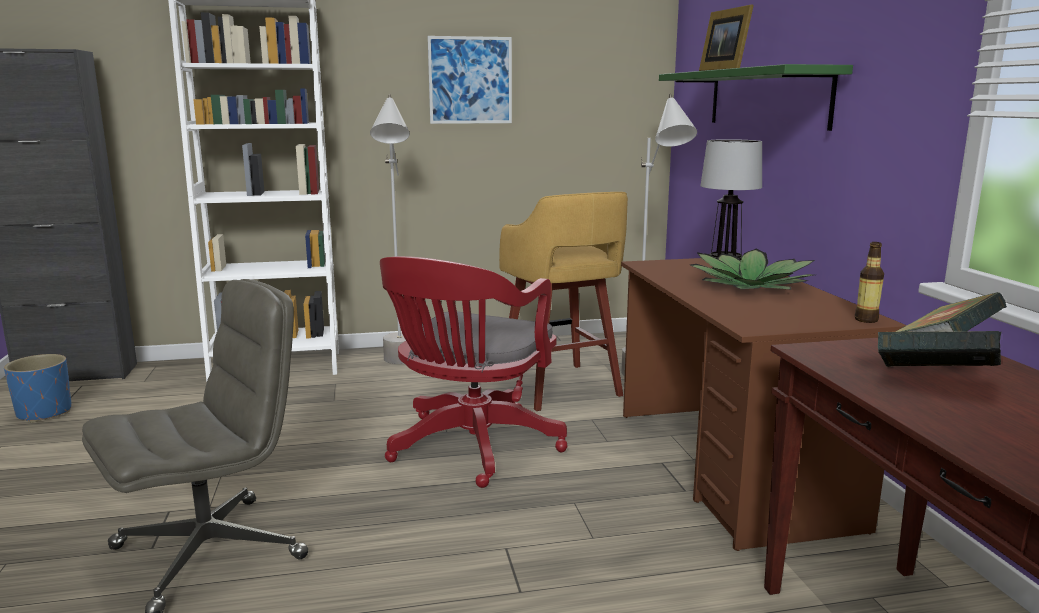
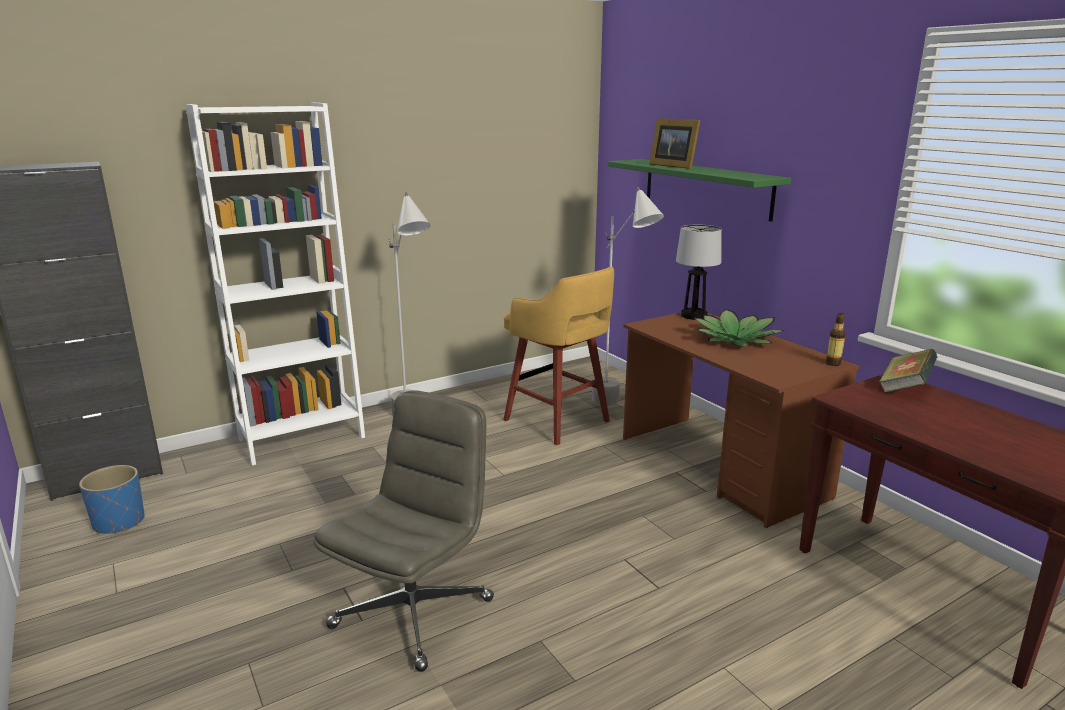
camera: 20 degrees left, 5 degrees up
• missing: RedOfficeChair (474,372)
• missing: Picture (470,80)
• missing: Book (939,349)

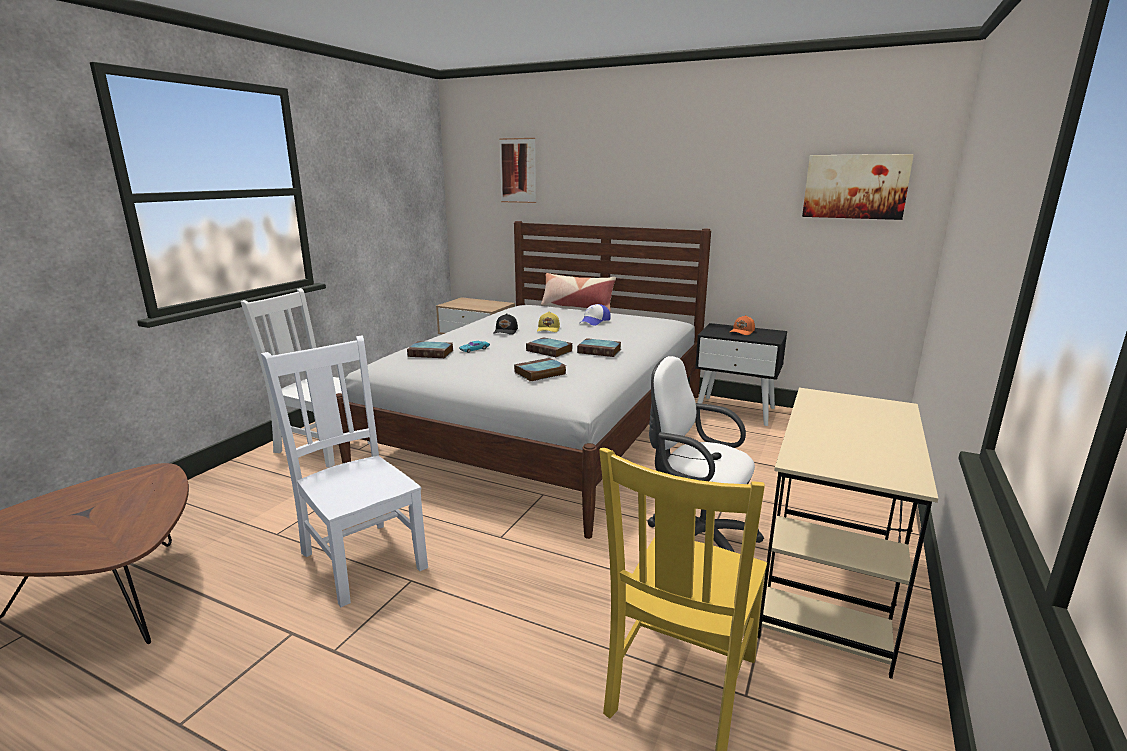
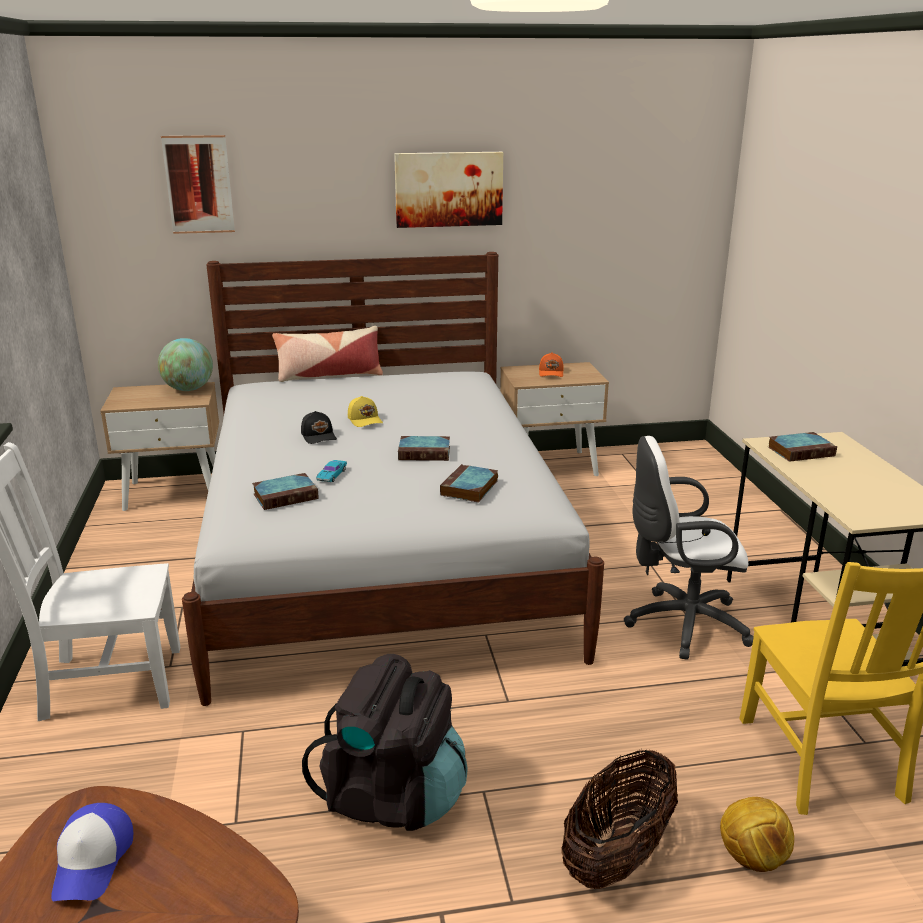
camera: 35 degrees left, 5 degrees up
• exchanged: WhiteChair (344,471) to BlackBackpack (385,742)
• relocated: Book (599,347) to (802,447)
• relocated: Cap (596,315) to (92,852)
• colour: BlackNightstand (741,374) to BeigeNightstand (554,419)
• relocated: Picture (858,187) to (448,190)
• appeared: Globe (185,364)
• appeared: Basket (620,819)
• appeared: Football (757,834)

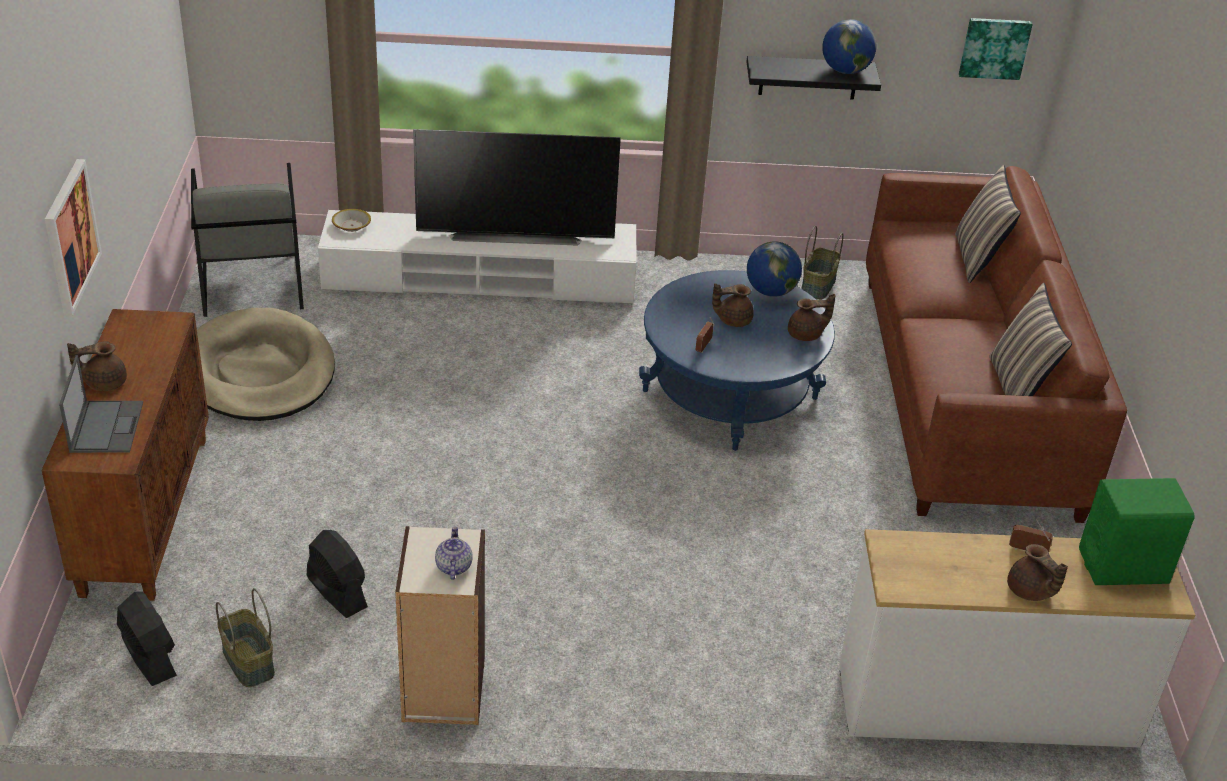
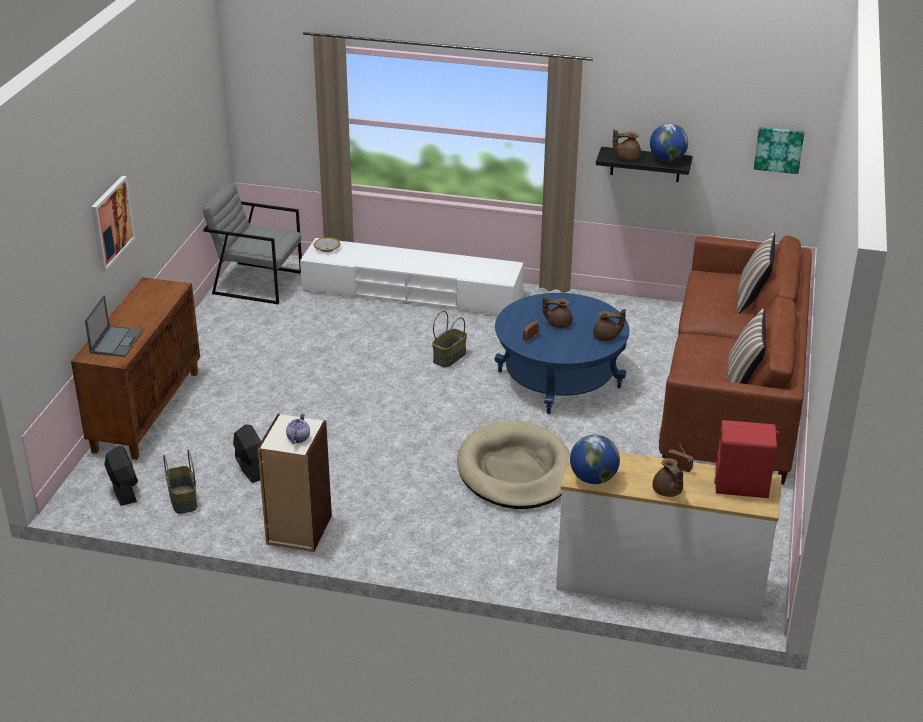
camera: 15 degrees right, 5 degrees down
• relocated: BrownTeapot (97,366) to (627,144)
• spun: GreyArmchair (247,240) = (252,243) 105 degrees clockwise
• relocated: BeigeDogBed (266,364) to (513,464)
• missing: Television (517,187)
• relocated: Globe (774,269) to (595,459)
• relocated: Basket (822,263) to (449,339)
• colour: GreenSpeaker (1137,531) to RedSpeaker (746,459)

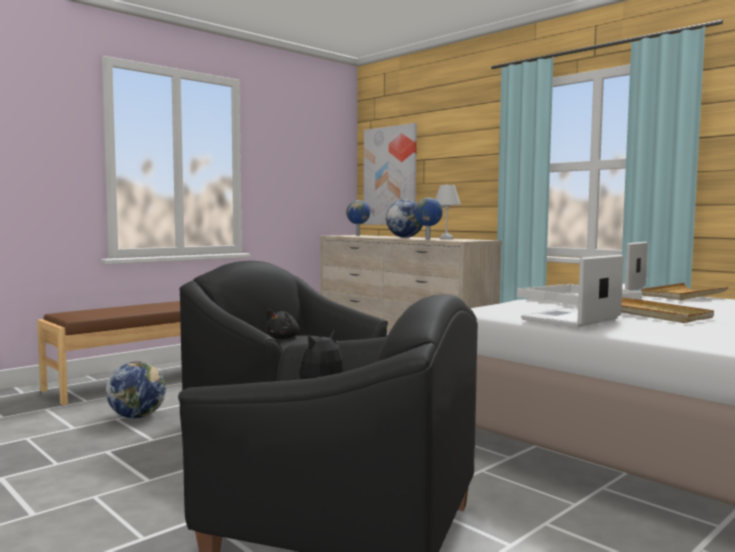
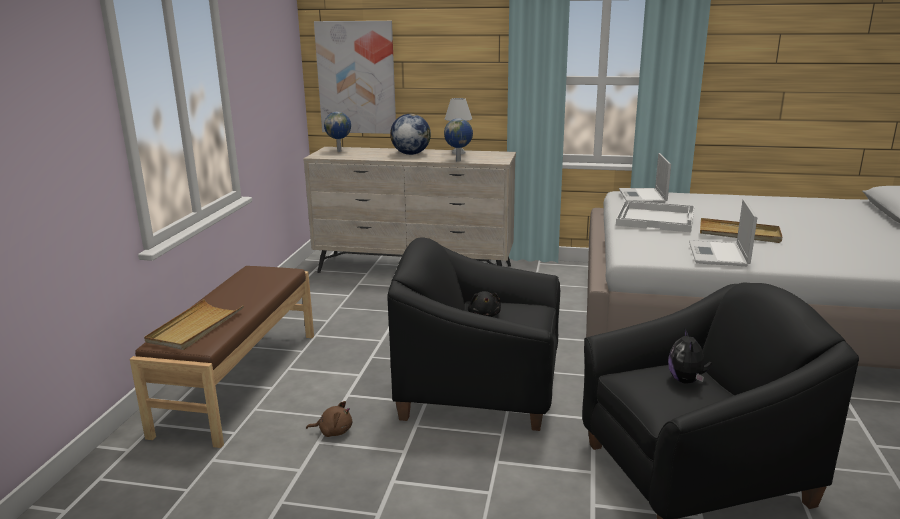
camera: 35 degrees left, 15 degrees up
• exchanged: Globe (136,390) to BrownPlushToy (329,419)
• relocated: BeigeTray (684,291) to (194,324)

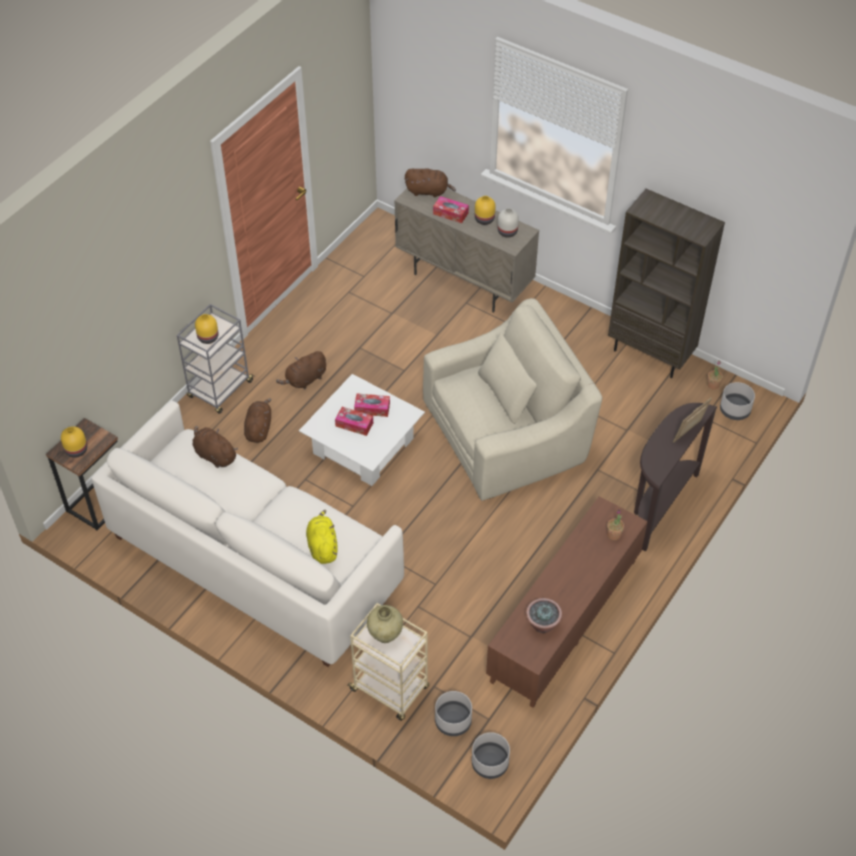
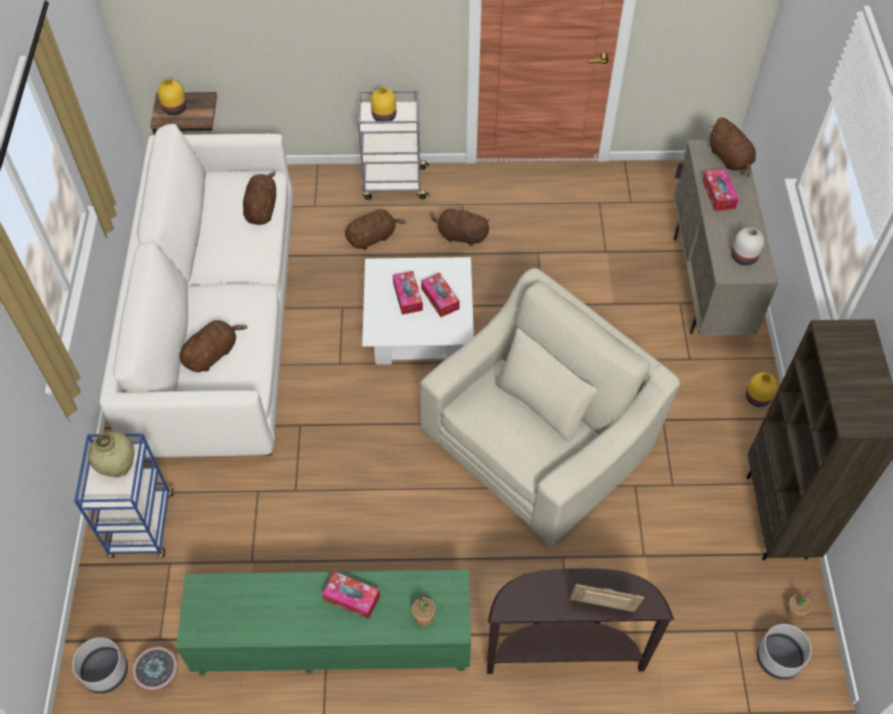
camera: 55 degrees right, 5 degrees up
• colour: YellowPlushToy (322,537) to BrownPlushToy (214,346)
• colour: BeigeCart (388,662) to BlueCart (124,496)
• spun: BeigeArmchair (512,399) = (550,407) 75 degrees counterclockwise
• missing: GreyPlanter (453,713)
• relocated: YellowVase (485,210) to (761,389)
• colour: BrownTvStand (567,602) to GreenTvStand (323,622)
• relocated: PottedPlant (544,615) to (155,668)
• appeared: TissueBox (351,595)

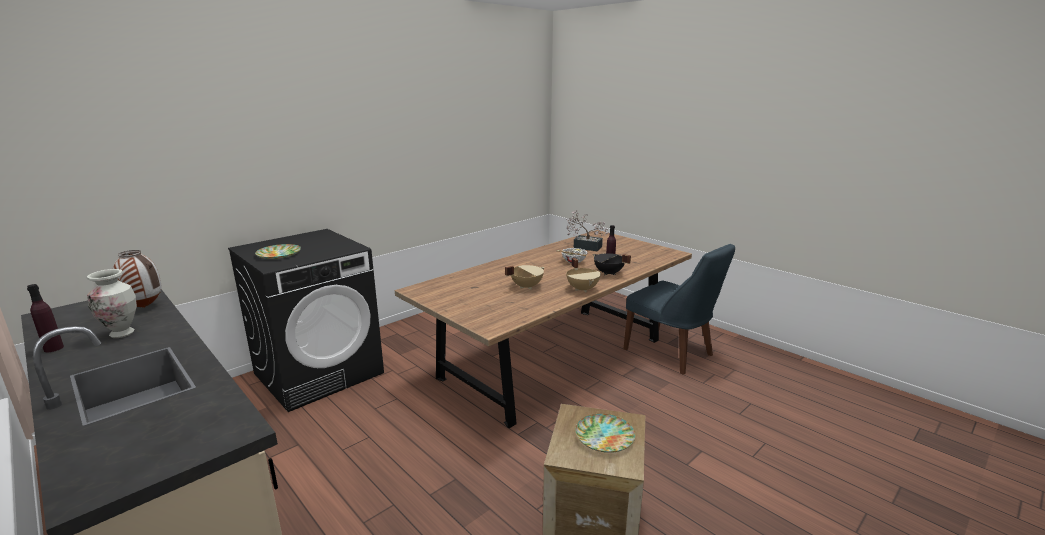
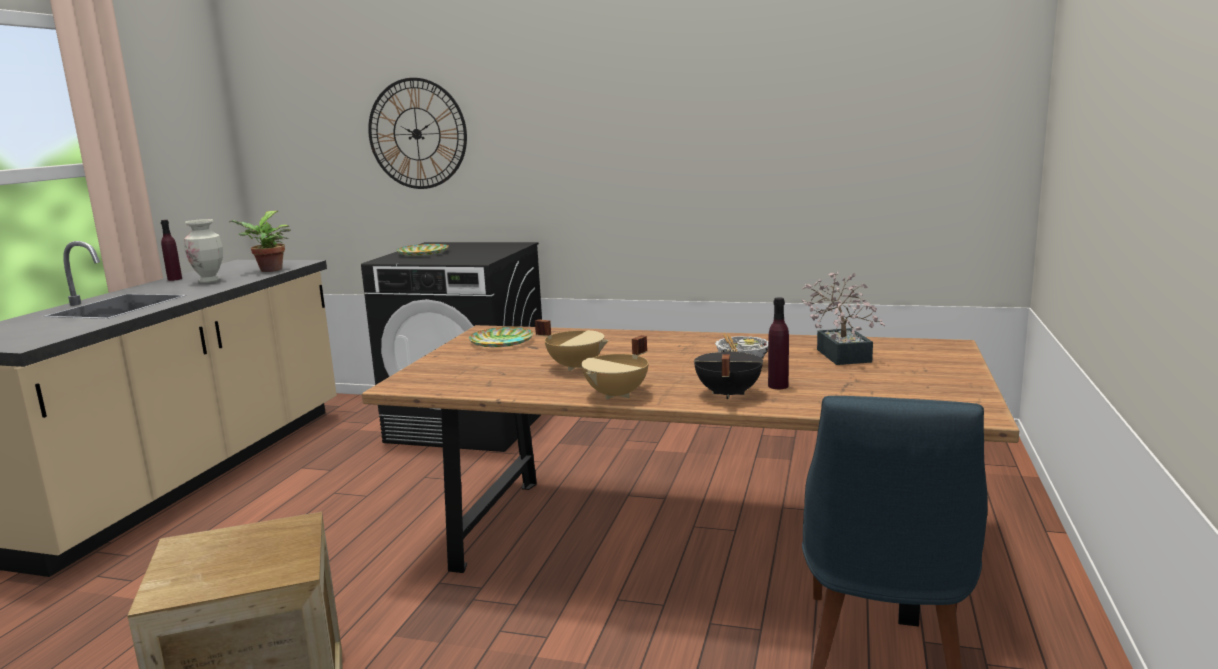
camera: 60 degrees right, 5 degrees down
• exchanged: Vase (137,279) to PottedPlant (259,241)
• relocated: Plate (605,433) to (501,337)
• appeared: WallClock (417,133)

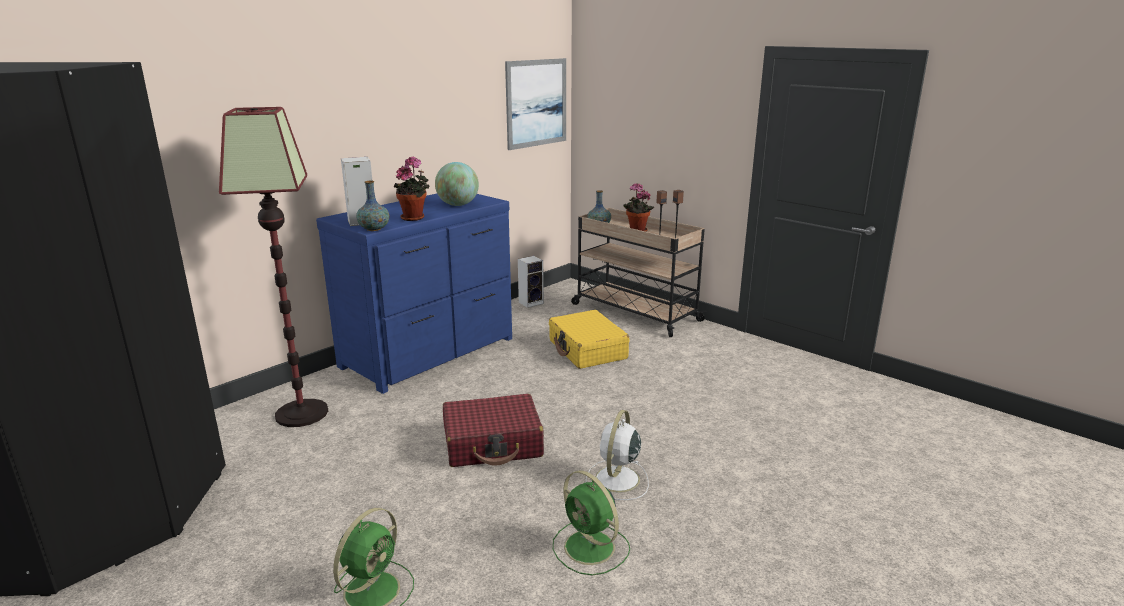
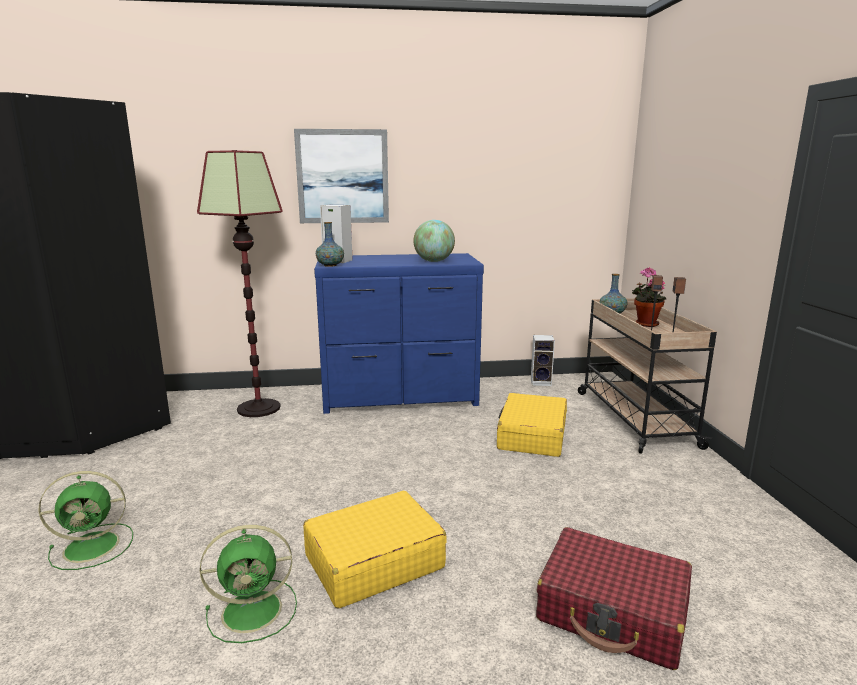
camera: 40 degrees right, 5 degrees down
• missing: PottedPlant (412,188)
• relocated: RedSuitcase (493,430) to (614,598)
• relocated: Picture (535,104) to (341,176)
• spun: GreenFan (591,522) = (248,584) 105 degrees counterclockwise
• exchanged: WhiteFan (617,455) to YellowSuitcase (375,550)

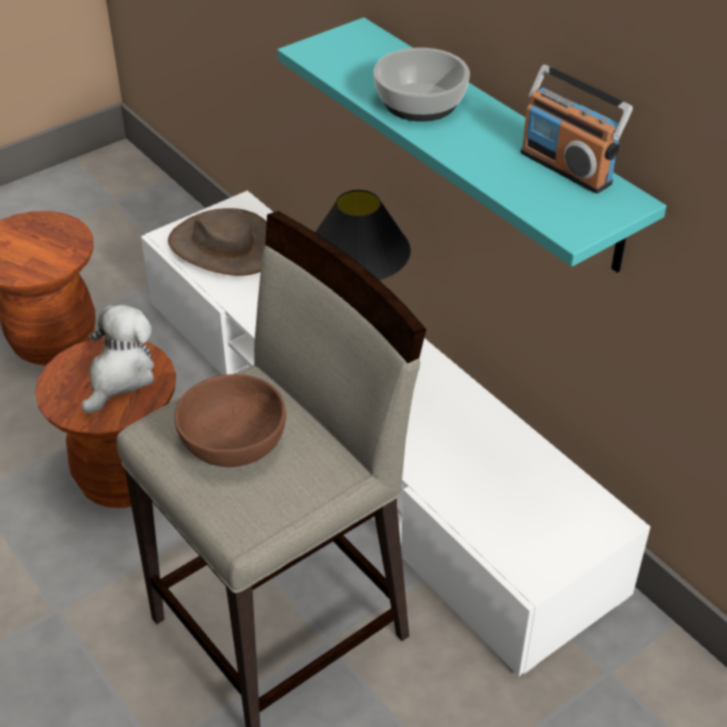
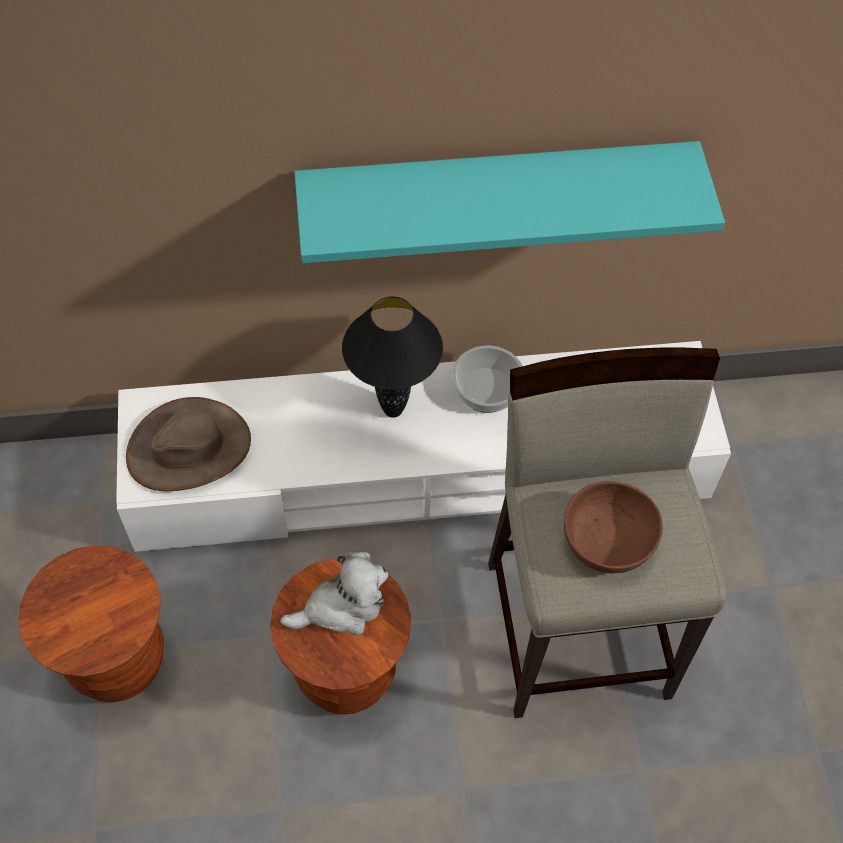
camera: 60 degrees left, 15 degrees up
• spun: PlushToy (118,359) = (334,593) 105 degrees clockwise
• relocated: Bowl (421,85) to (487,379)
• missing: Radio (577,129)

